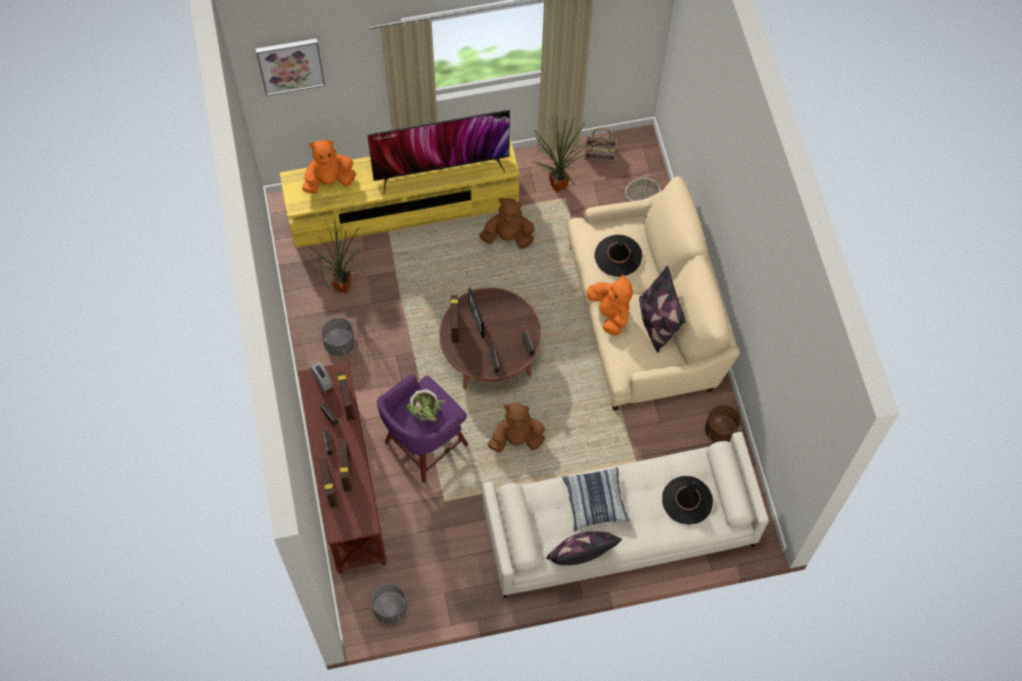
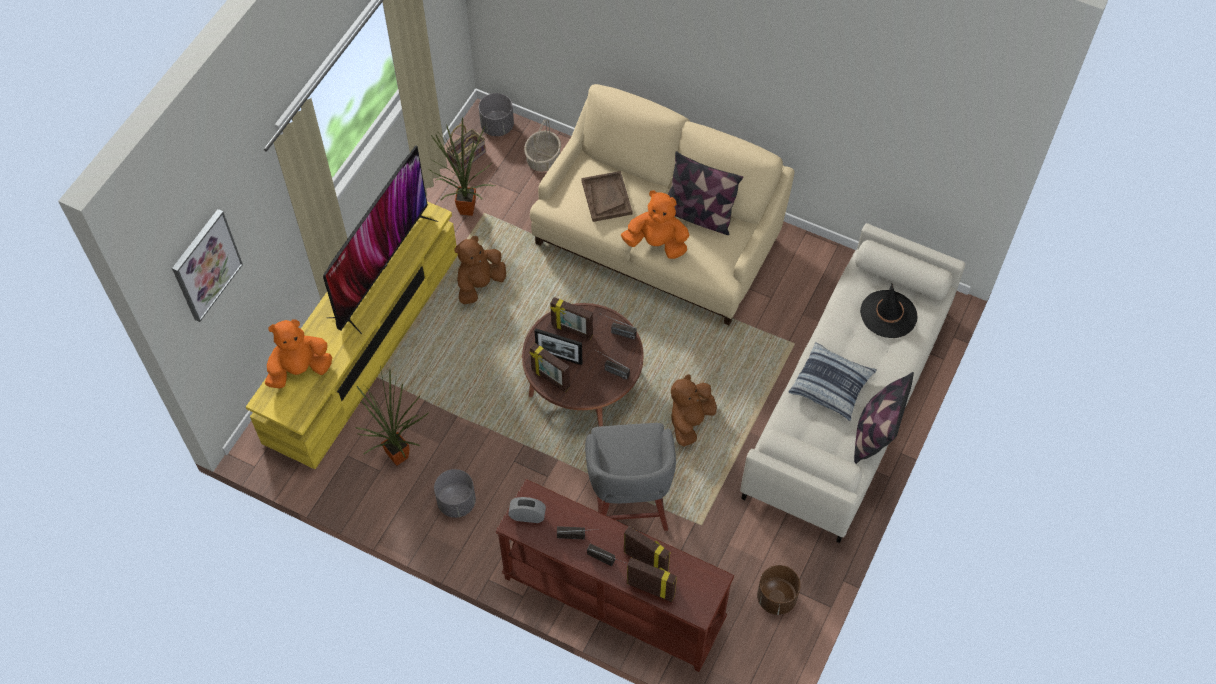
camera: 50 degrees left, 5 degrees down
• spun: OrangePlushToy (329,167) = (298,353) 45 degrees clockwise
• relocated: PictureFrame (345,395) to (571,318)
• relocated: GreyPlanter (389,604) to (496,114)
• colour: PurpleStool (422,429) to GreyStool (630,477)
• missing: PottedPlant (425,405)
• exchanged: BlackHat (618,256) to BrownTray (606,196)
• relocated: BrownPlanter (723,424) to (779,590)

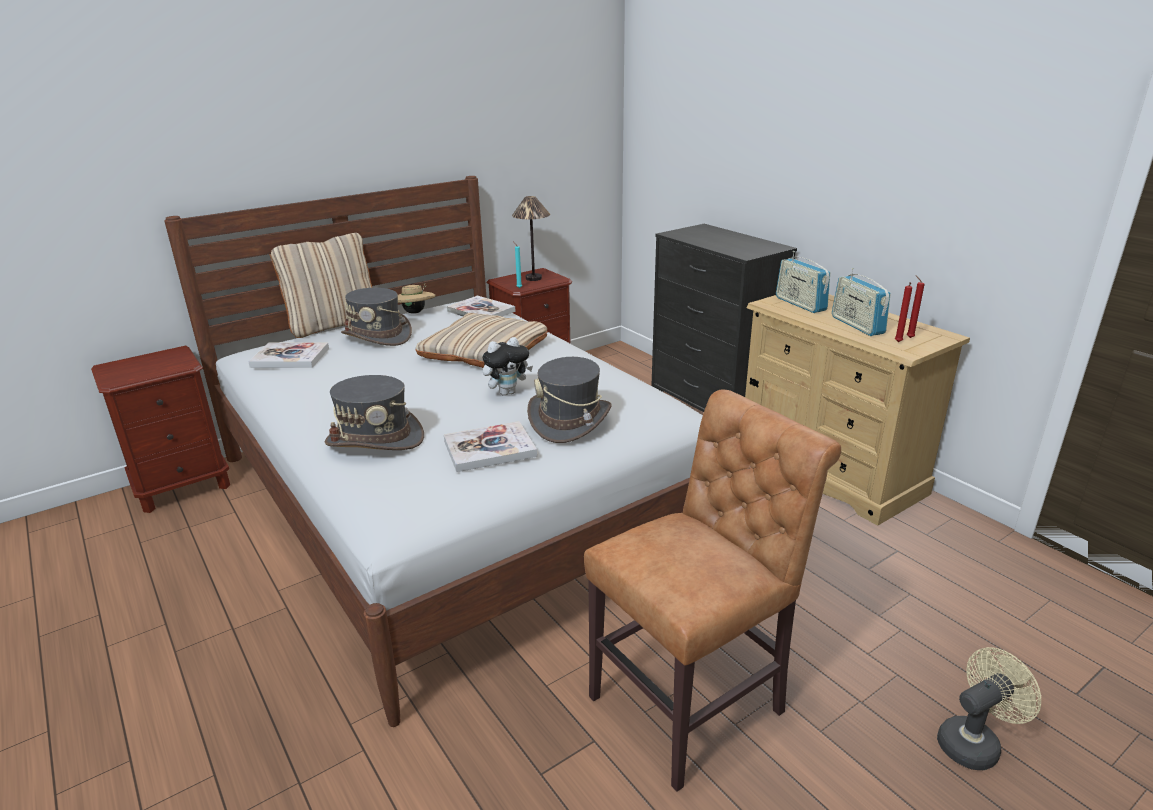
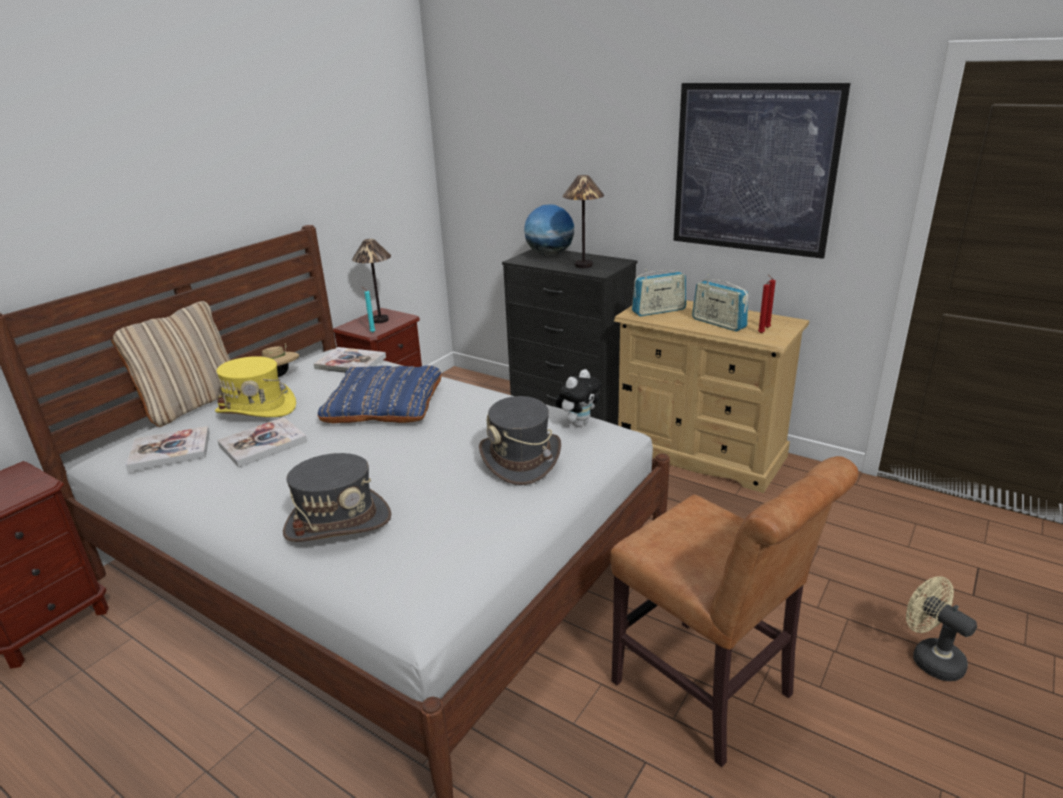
camera: 20 degrees left, 0 degrees up
• colour: GreyHat (376,317) to YellowHat (255,386)
• colour: BeigePillow (481,340) to BluePillow (380,394)
• relocated: Book (490,446) to (262,442)
• relocated: PlushToy (507,366) to (579,398)
• spun: BrownChair (712,590) = (734,611) 105 degrees clockwise
• spun: Radio (803,282) = (659,292) 60 degrees counterclockwise
• spun: BeigeFan (989,708) = (941,628) 75 degrees counterclockwise
• appeared: Globe (549,230)
• appeared: TableLamp (583,221)
• appeared: Picture (762,171)

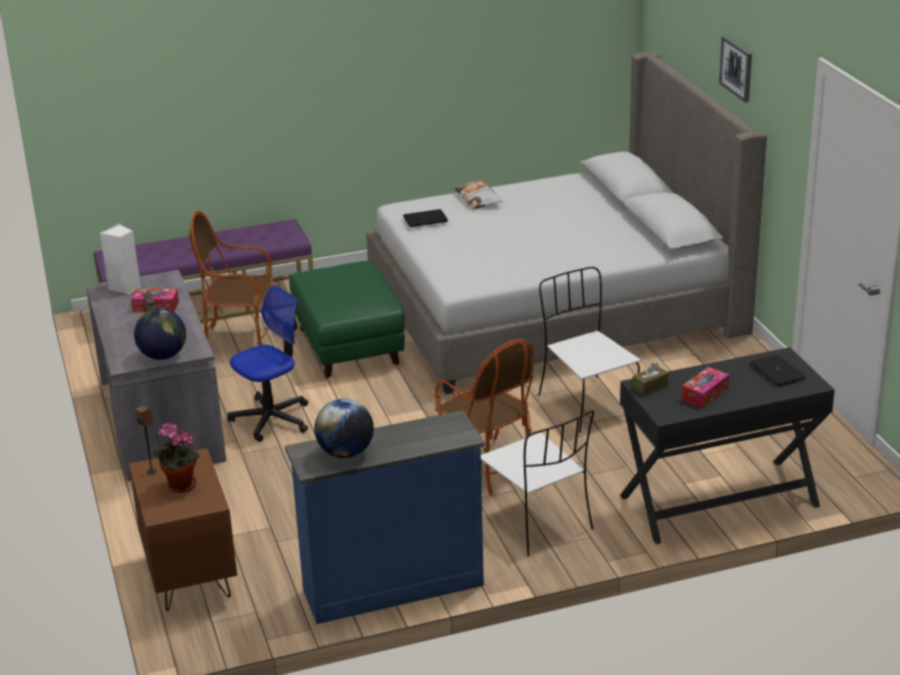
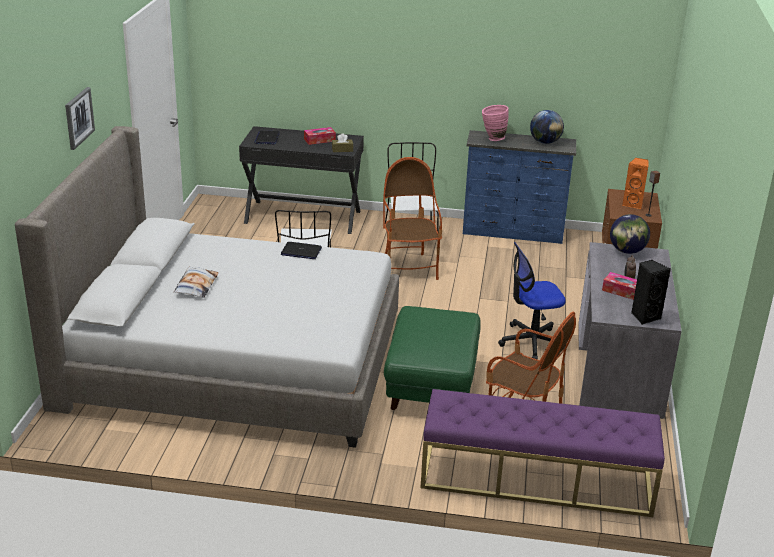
camera: 155 degrees left, 0 degrees up
• colour: WhiteSpeaker (120,259) to BlackSpeaker (651,292)
• exchanged: PottedPlant (176,458) to OrangeSpeaker (635,183)
• relocated: Laptop (425,218) to (301,250)
• relocated: Pillow (478,194) to (196,282)
• appeared: PinkVase (495,123)

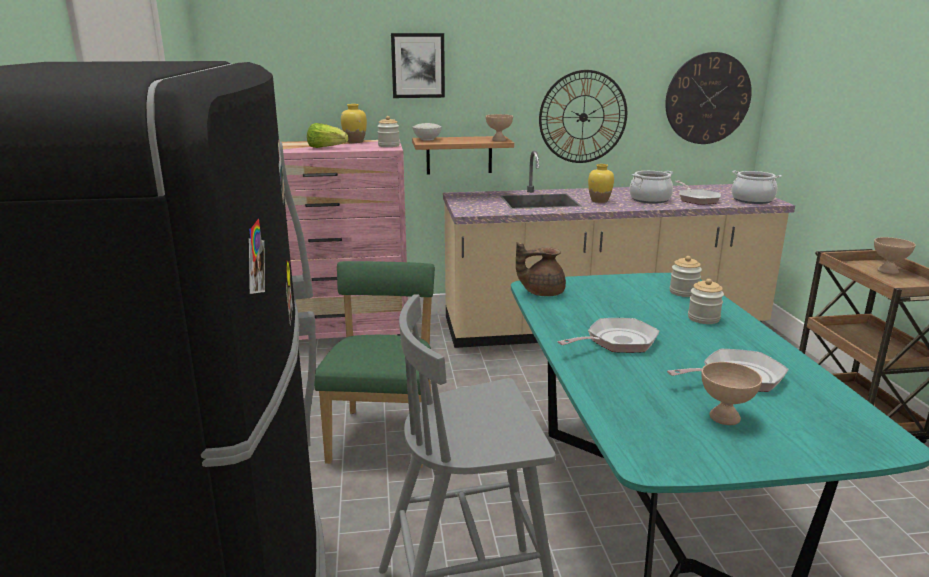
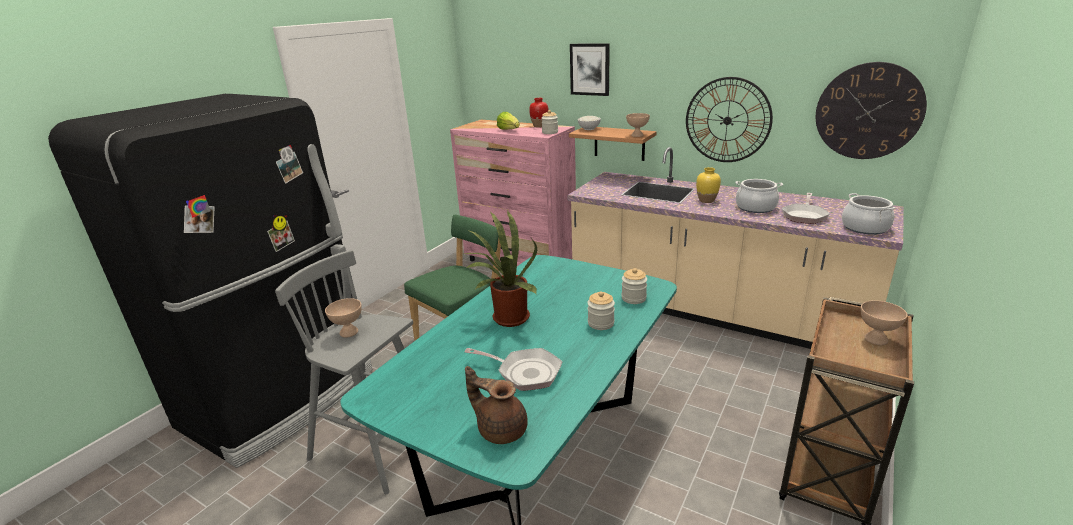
camera: 40 degrees right, 5 degrees up
• colour: YellowVase (354,123) to RedVase (538,112)
• relocated: BrownTeapot (541,269) to (496,405)
• exchanged: FryingPan (608,335) to PottedPlant (501,268)
• relocated: BeigeBowl (731,393) to (343,318)

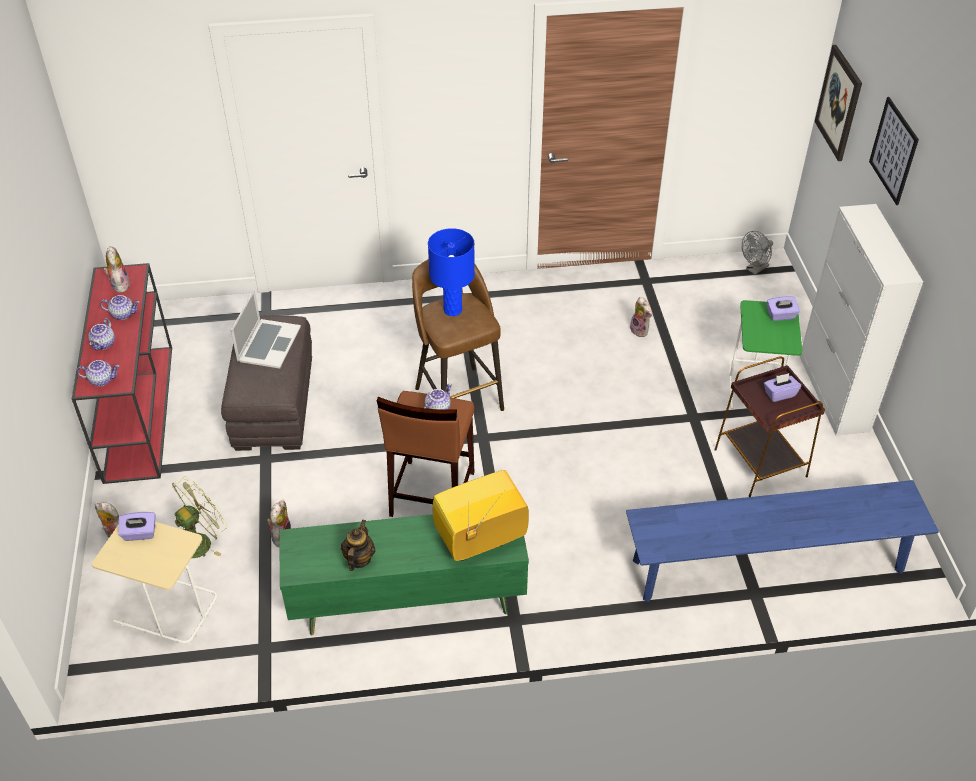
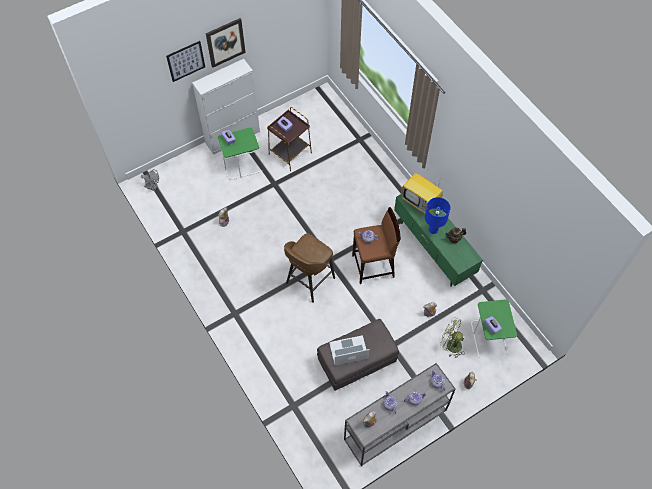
camera: 115 degrees left, 15 degrees up
• colour: RedConsoleTable (122,373) to GreyConsoleTable (400,414)
• colour: BeigeSideTable (155,583) to GreenSideTable (494,328)
• relocated: BlueTableLamp (451,272) to (437,215)
• missing: BlueBench (782,541)
• relocated: Picture (838,103) to (226,43)

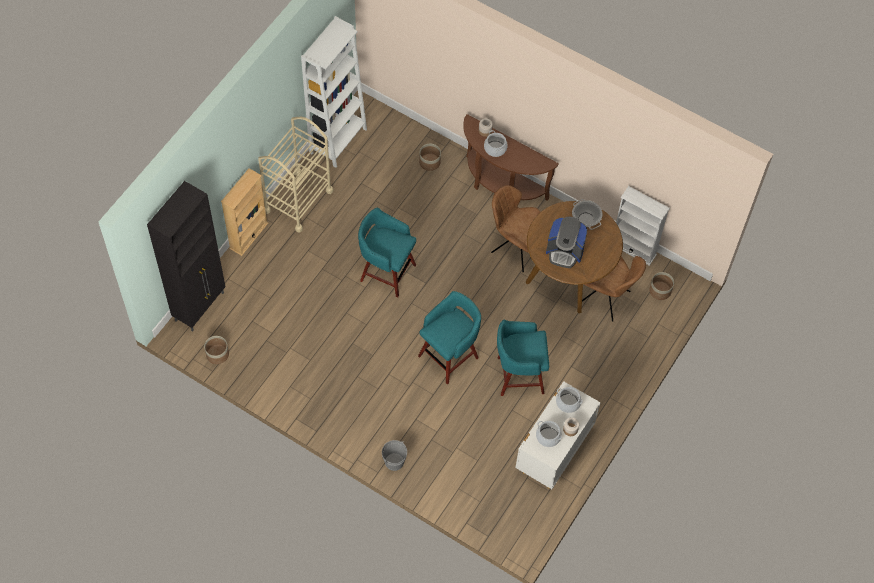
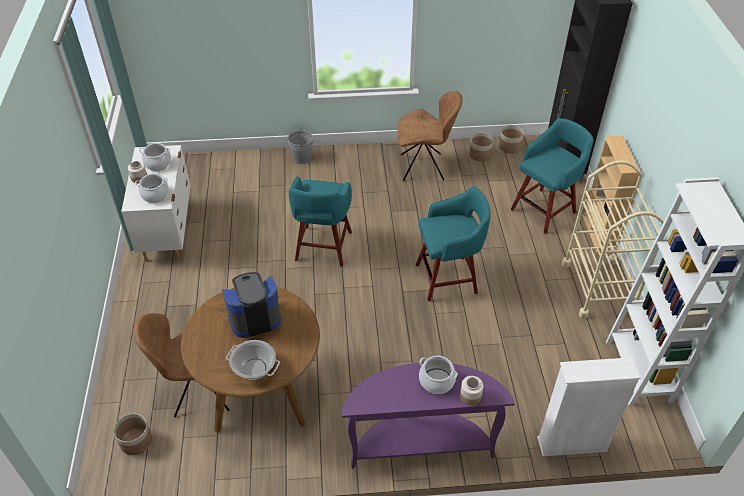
camera: 145 degrees right, 15 degrees down
• relocated: Planter (430,157) to (481,146)
• colour: BrownConsoleTable (511,157) to PurpleConsoleTable (428,415)
• relocated: BrownChair (516,229) to (430,136)
• relocated: TurquoiseStool (523,358) to (551,176)
• relocated: WhiteBookcase (643,226) to (589,407)

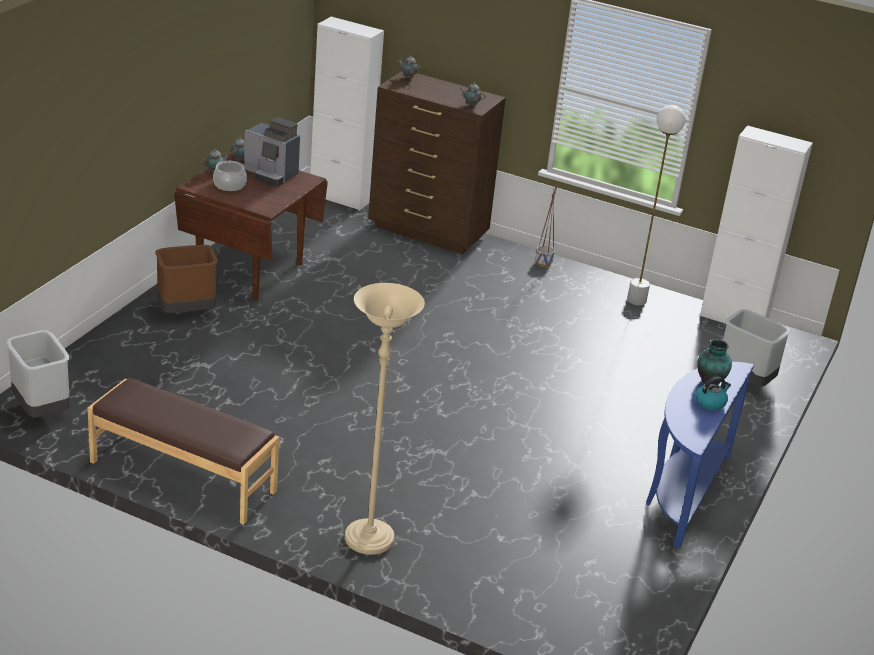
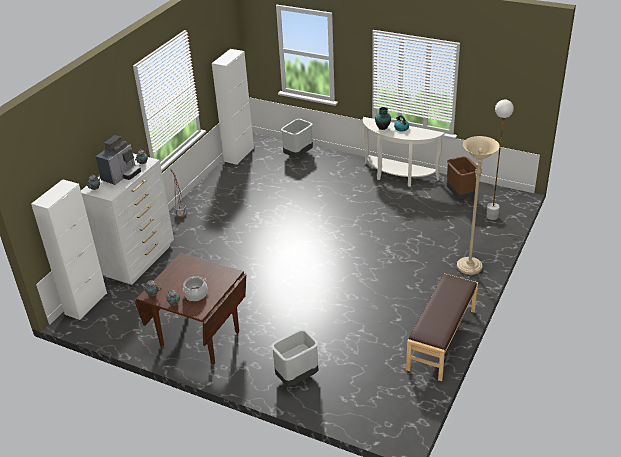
camera: 85 degrees left, 5 degrees up
• relocated: GreyTrashCan (38,373) to (294,357)
• relocated: BrownTrashCan (186,279) to (461,177)
• relocated: CoffeeMachine (272,152) to (118,160)
• colour: BrownDresser (437,162) to WhiteDresser (127,219)
• relocated: WhiteFloorLamp (656,205) to (500,160)
• colour: BlueConsoleTable (700,455) to WhiteConsoleTable (403,152)

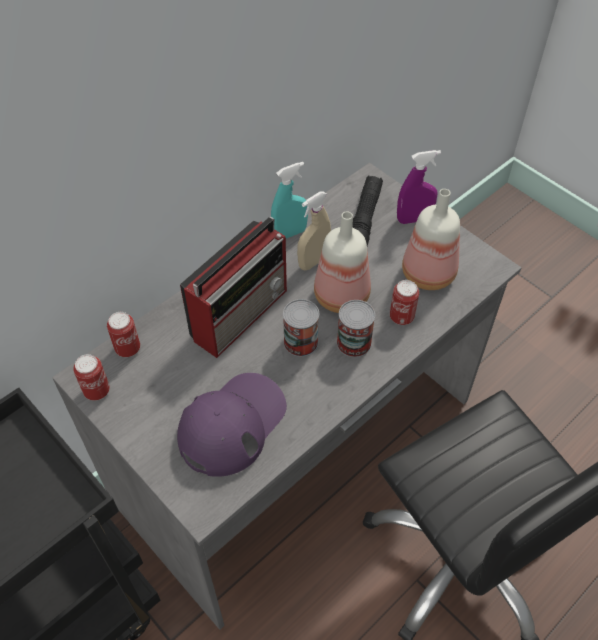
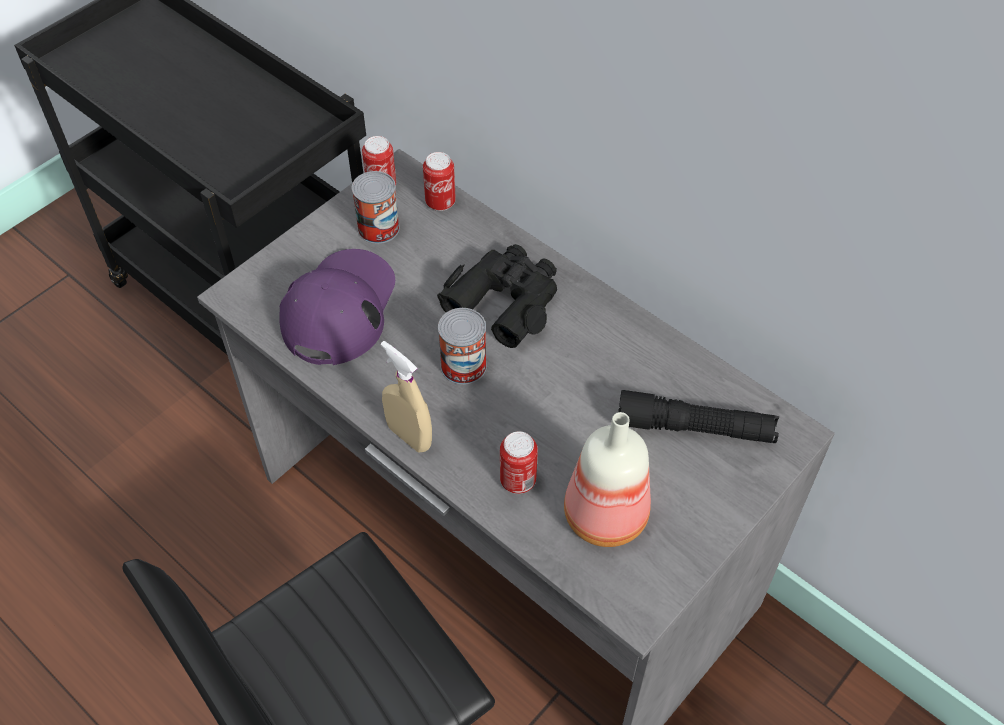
camera: 85 degrees right, 0 degrees up
• spun: PurpleCap (232,425) = (337,307) 105 degrees counterclockwise
• exchanged: Radio (233,287) to BlackBinoculars (497,296)
• missing: TurquoiseSprayBottle (289,200)
• relocated: BeigeSprayBottle (314,230) to (406,396)
• missing: Bottle (342,262)
• relocated: Can (356,329) to (376,207)
• missing: PurpleSprayBottle (419,187)

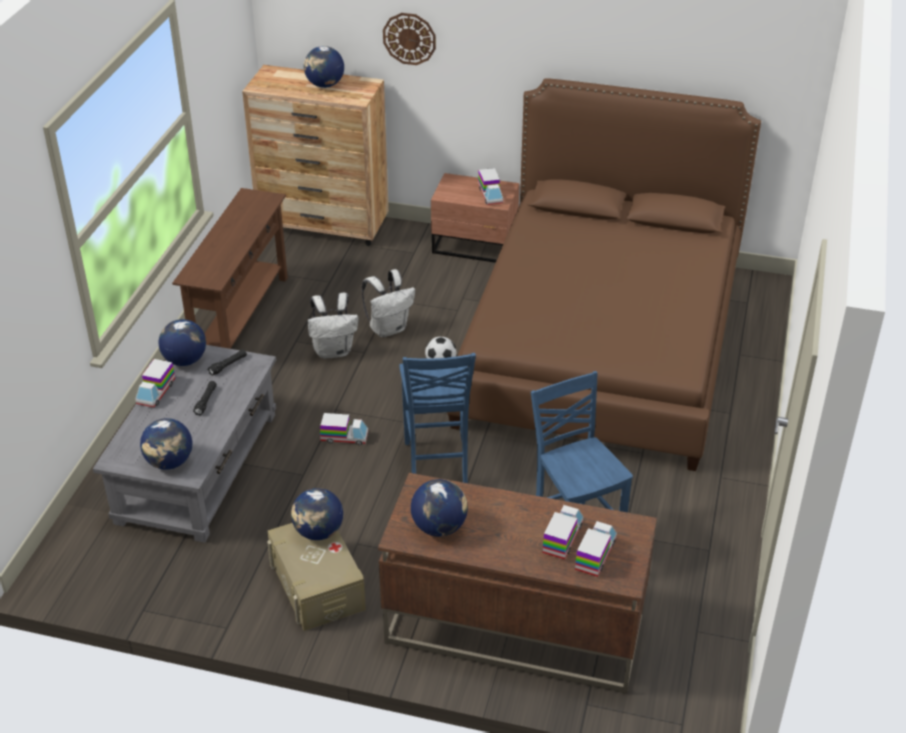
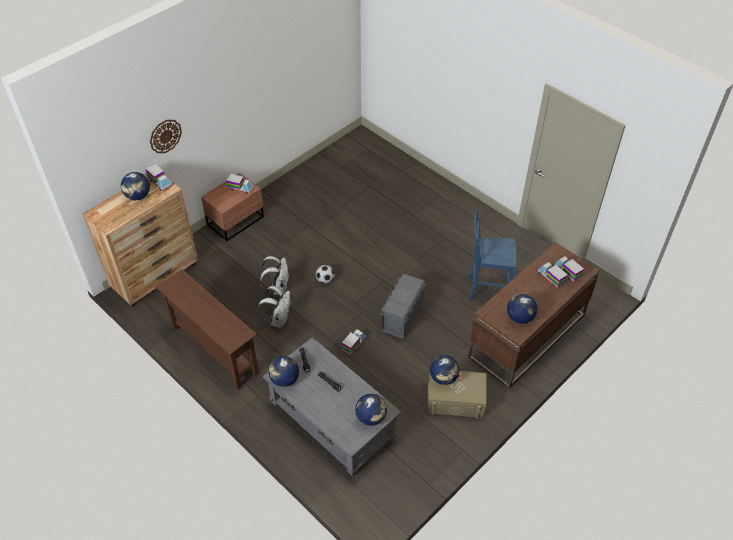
camera: 60 degrees left, 10 degrees up
• relocated: ToyTruck (155,383) to (158,177)
• exchanged: BlueChair (437,418) to GreyStorageBox (403,306)
• missing: BrownBed (604,274)

